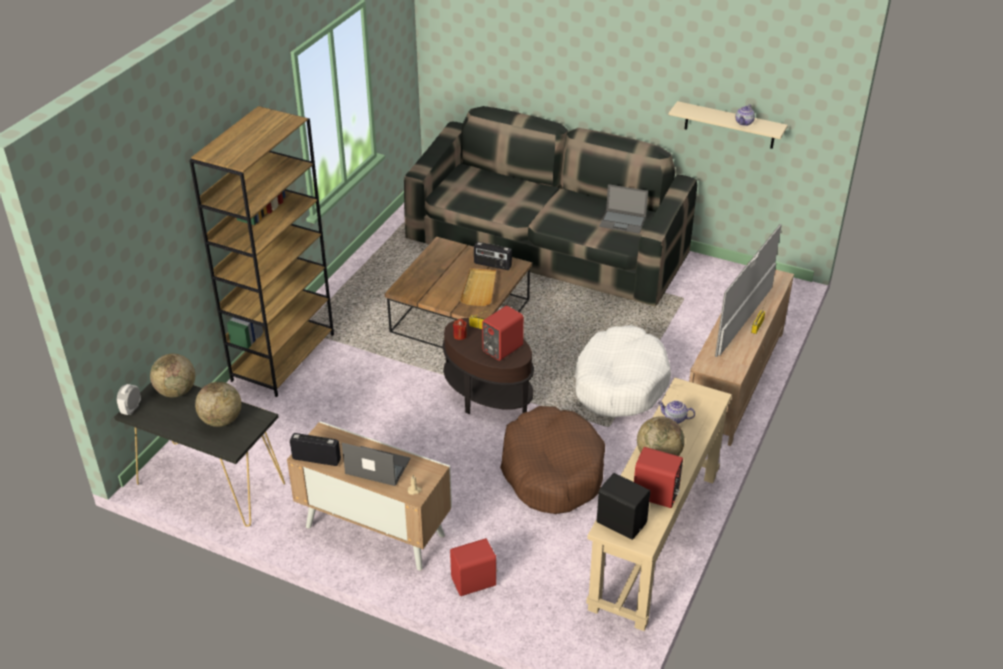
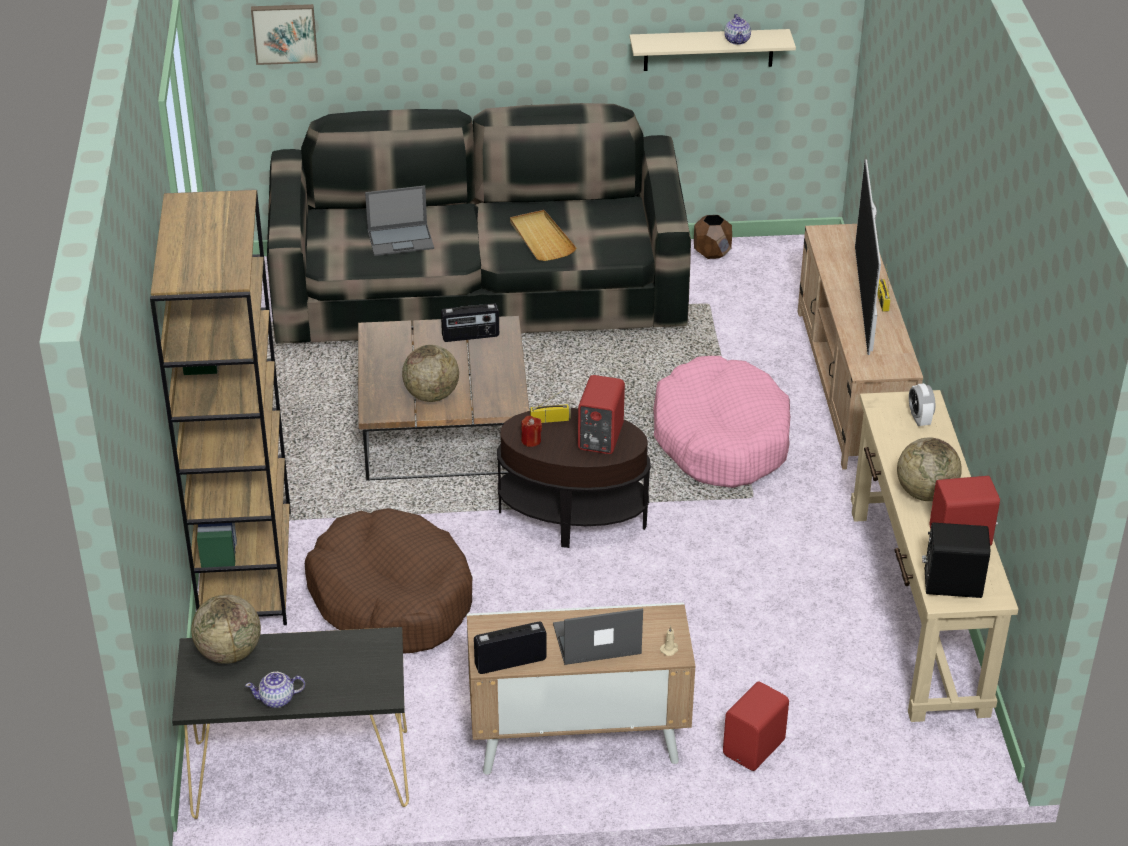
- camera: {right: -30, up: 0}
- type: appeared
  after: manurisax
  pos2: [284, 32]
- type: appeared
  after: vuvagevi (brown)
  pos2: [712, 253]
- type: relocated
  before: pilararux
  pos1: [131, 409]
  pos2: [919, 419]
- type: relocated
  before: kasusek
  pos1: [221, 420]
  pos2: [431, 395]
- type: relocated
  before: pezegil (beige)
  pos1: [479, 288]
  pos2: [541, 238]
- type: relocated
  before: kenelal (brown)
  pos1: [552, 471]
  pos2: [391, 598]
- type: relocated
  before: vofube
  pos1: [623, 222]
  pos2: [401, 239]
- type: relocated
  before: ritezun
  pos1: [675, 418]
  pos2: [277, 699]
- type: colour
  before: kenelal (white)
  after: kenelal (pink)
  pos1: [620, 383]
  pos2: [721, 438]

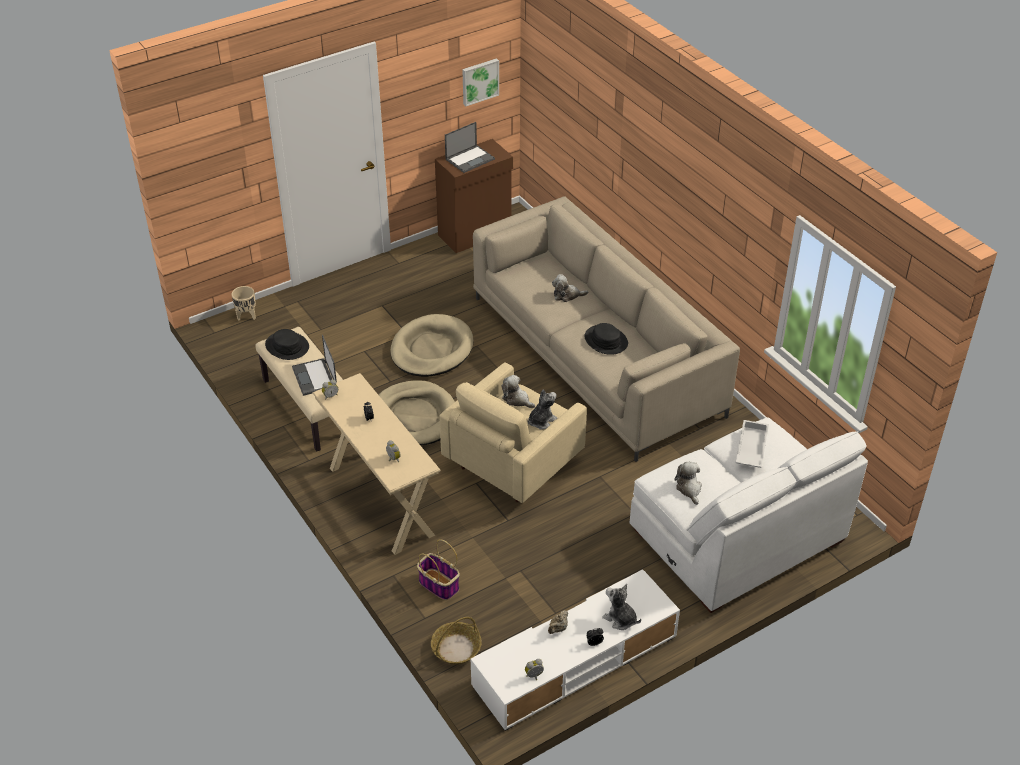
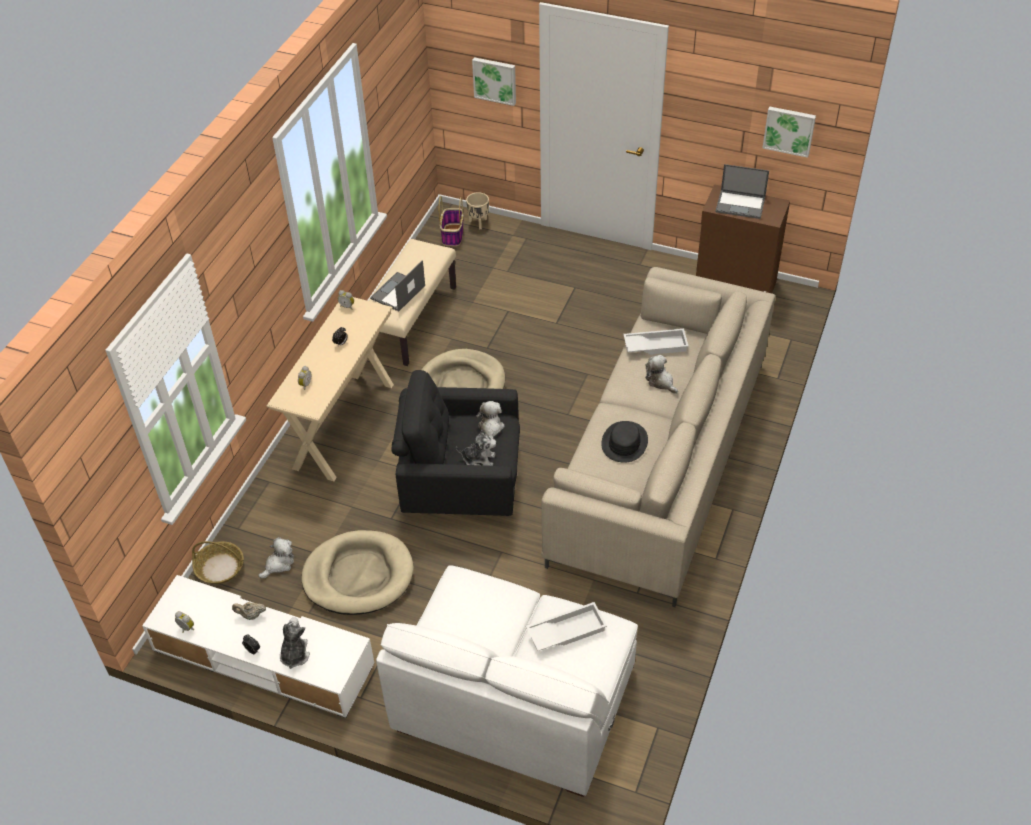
- camera: {right: 55, up: 5}
- type: missing
  before: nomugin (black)
  pos1: [287, 346]
- type: appeared
  after: manurisax
  pos2: [495, 80]
- type: appeared
  after: pezegil (white)
  pos2: [655, 345]
- type: relocated
  before: kenelal (beige)
  pos1: [431, 349]
  pos2: [358, 575]
- type: relocated
  before: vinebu
  pos1: [438, 585]
  pos2: [452, 235]
- type: relocated
  before: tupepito
  pos1: [689, 489]
  pos2: [279, 564]
- type: colour
  before: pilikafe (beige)
  after: pilikafe (black)
  pos1: [511, 464]
  pos2: [461, 482]

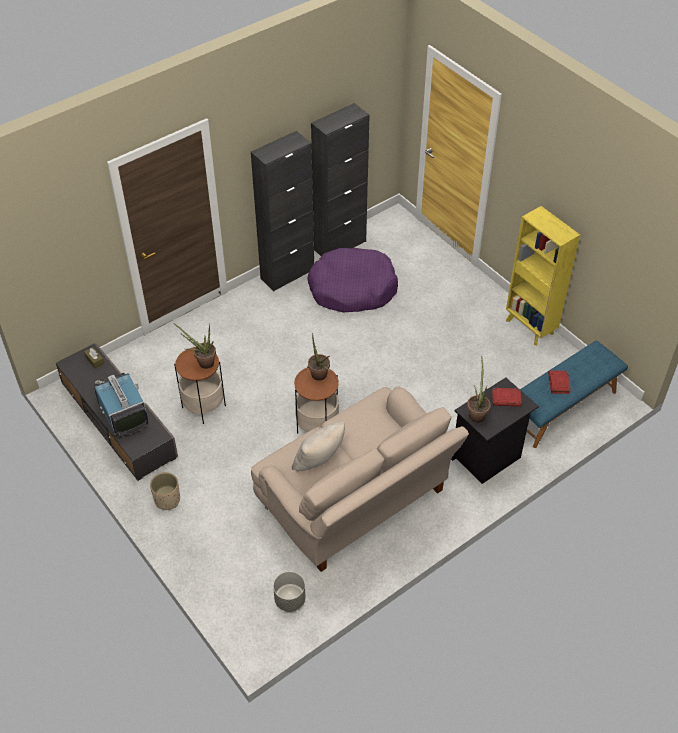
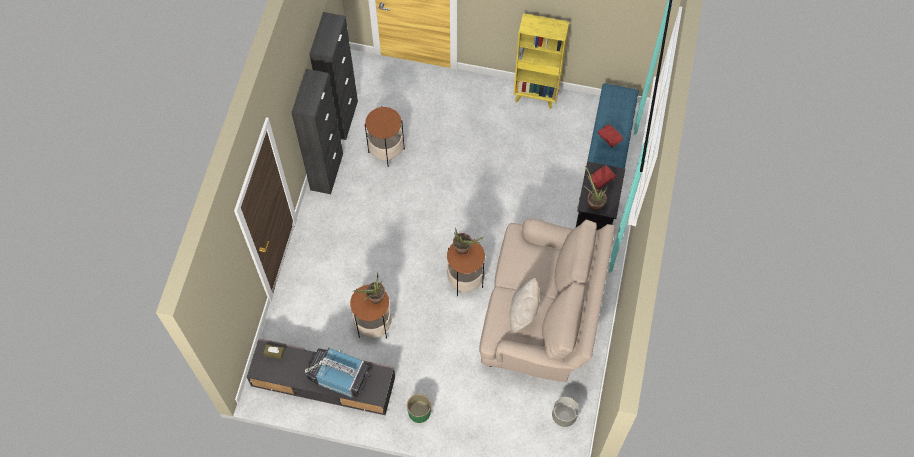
- camera: {right: -40, up: 15}
- type: exchanged
  before: kenelal (purple)
  after: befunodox
  pos1: [352, 289]
  pos2: [386, 150]
- type: colour
  before: vuvagevi (beige)
  after: vuvagevi (green)
  pos1: [167, 500]
  pos2: [419, 412]

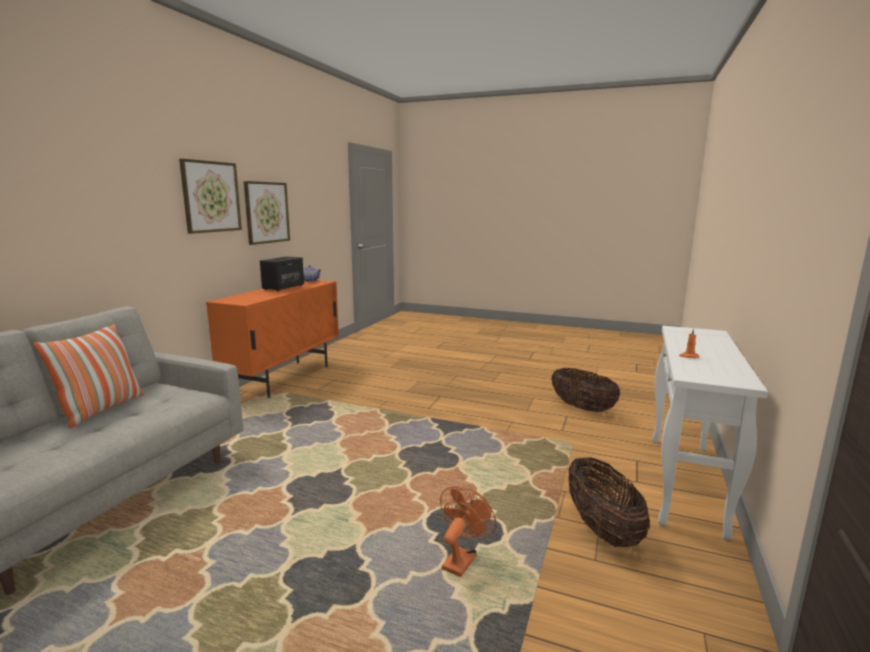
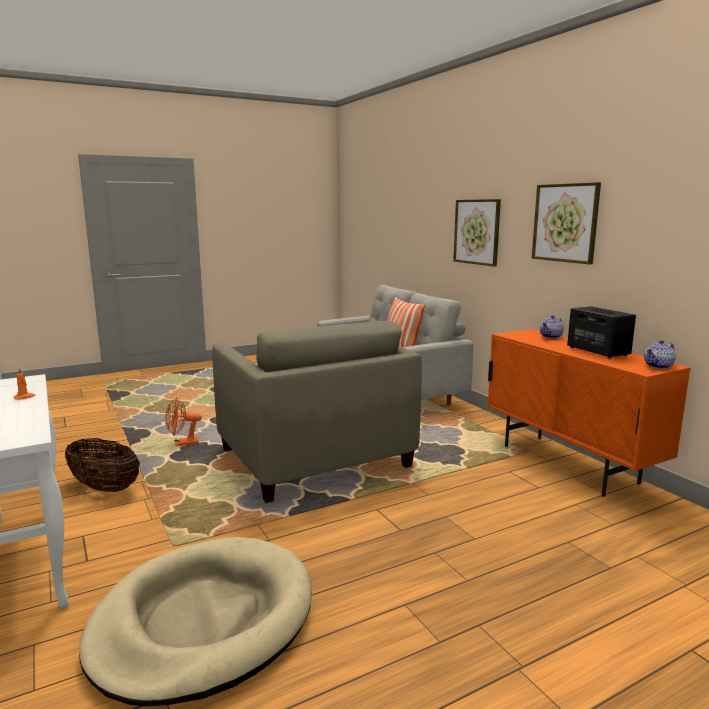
- camera: {right: 130, up: 0}
- type: appeared
  after: pilikafe (beige)
  pos2: [313, 458]
- type: appeared
  after: ritezun
  pos2: [551, 337]
- type: relocated
  before: manurisax
  pos1: [267, 212]
  pos2: [477, 232]
- type: exchanged
  before: vinebu
  after: kenelal (beige)
  pos1: [582, 408]
  pos2: [203, 621]
- type: spun
  before: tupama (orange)
  pos1: [462, 559]
  pos2: [182, 444]
  turn: 90

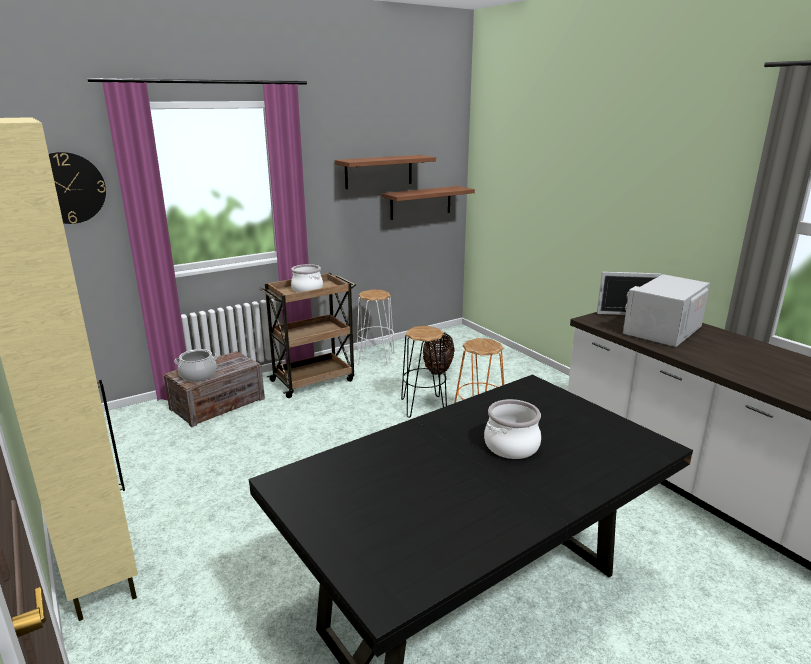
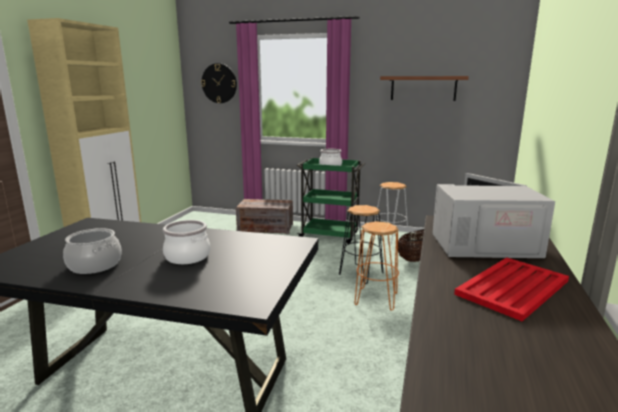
- camera: {right: 50, up: -5}
- type: missing
  before: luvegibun
  pos1: [420, 202]
- type: appeared
  after: pezegil (red)
  pos2: [512, 288]
- type: relocated
  before: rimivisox
  pos1: [198, 375]
  pos2: [95, 265]
- type: colour
  before: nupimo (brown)
  after: nupimo (green)
  pos1: [314, 380]
  pos2: [330, 235]

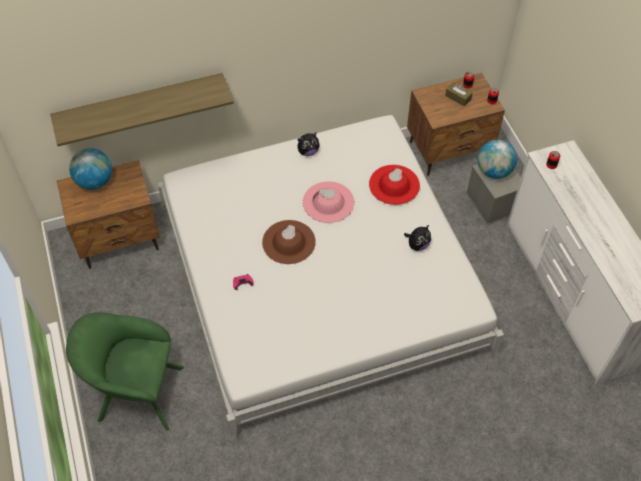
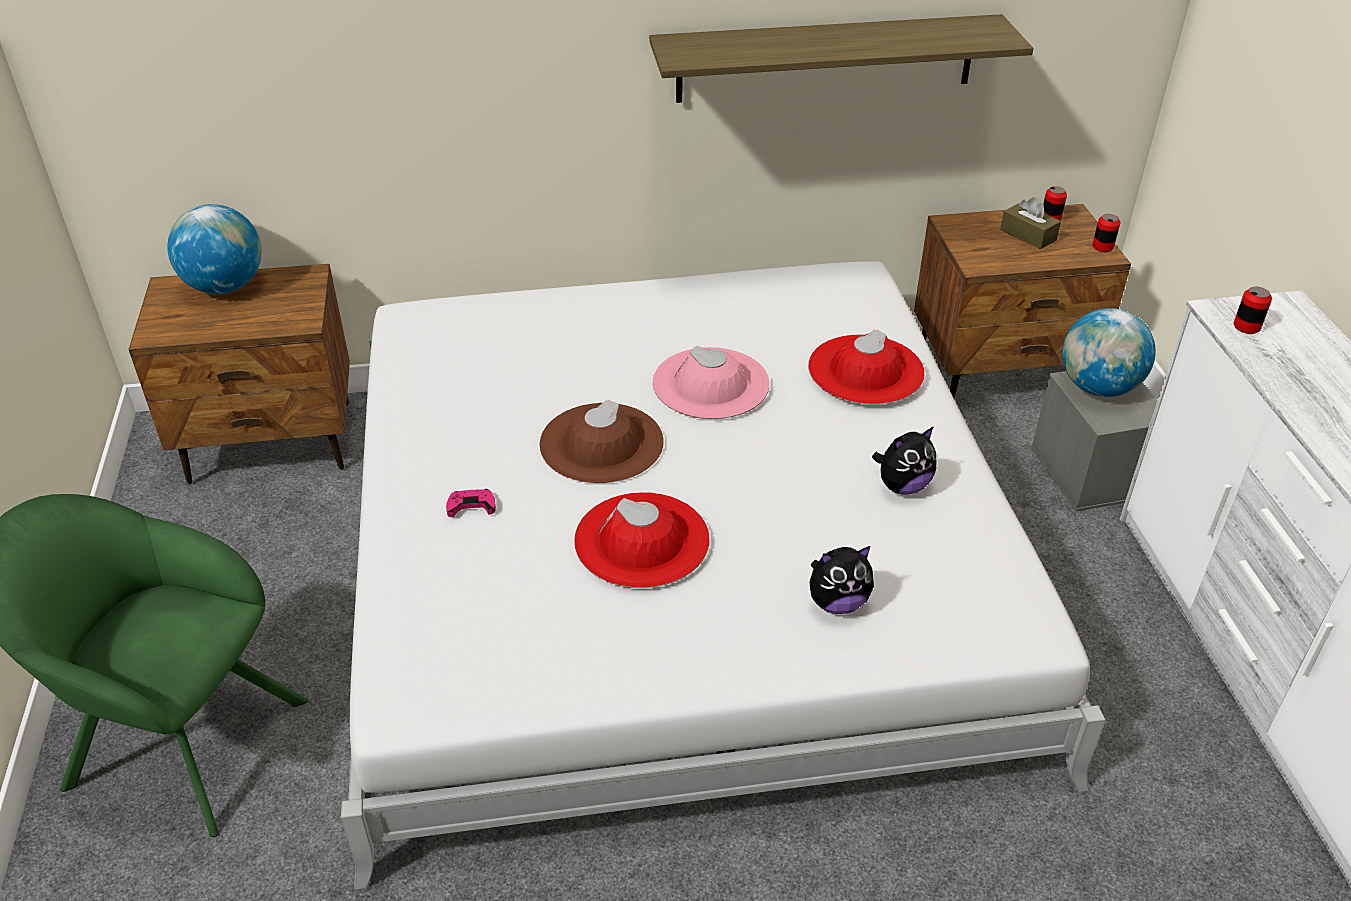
- camera: {right: 10, up: -15}
- type: appeared
  after: nomugin (red)
  pos2: [642, 540]
- type: relocated
  before: luvegibun
  pos1: [140, 104]
  pos2: [826, 58]
- type: relocated
  before: tupepito
  pos1: [308, 152]
  pos2: [837, 602]

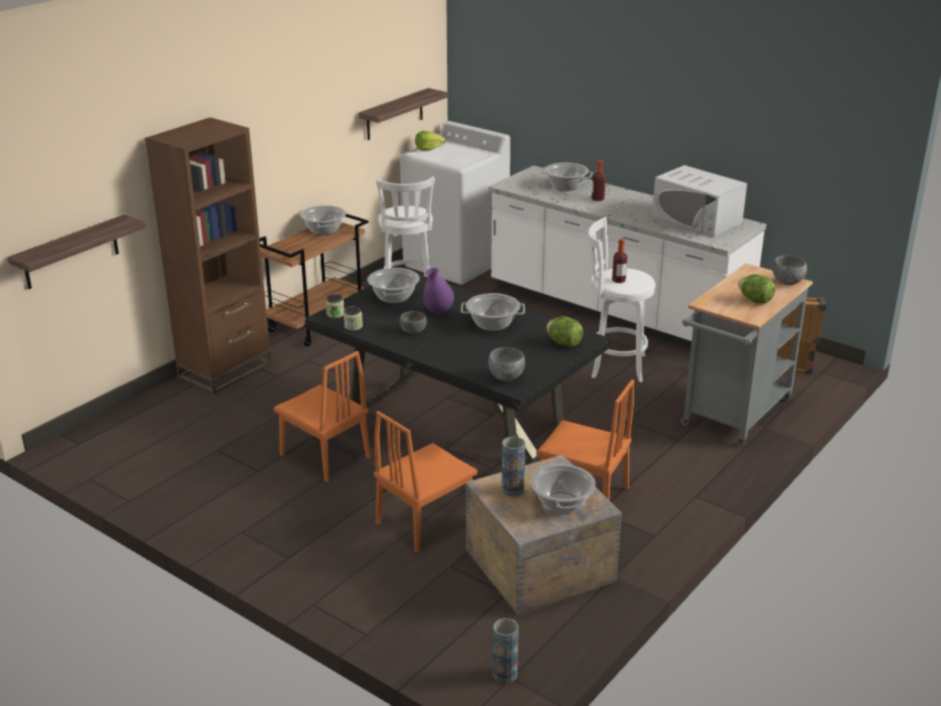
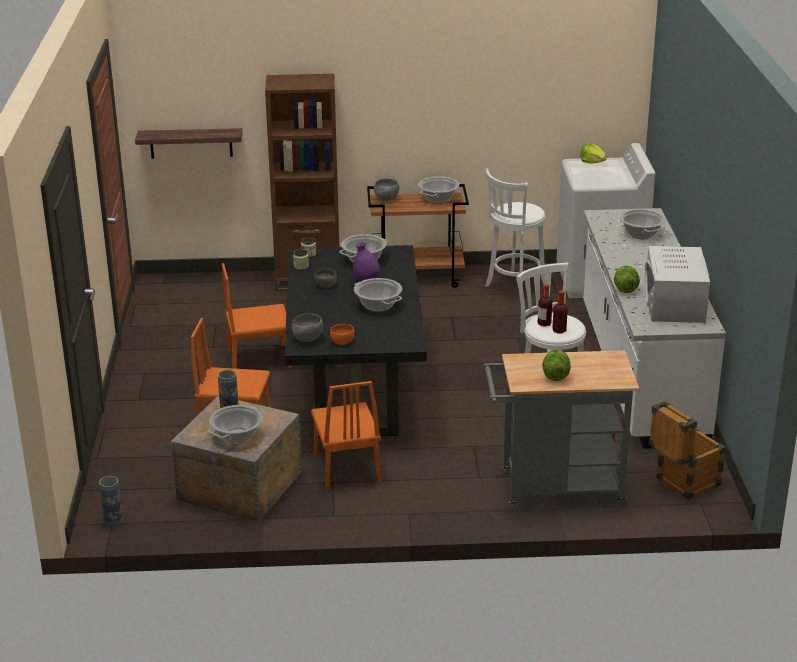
- camera: {right: 50, up: 0}
- type: missing
  before: luvegibun
  pos1: [394, 114]
- type: appeared
  after: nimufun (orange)
  pos2: [342, 342]
- type: relocated
  before: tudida
  pos1: [564, 343]
  pos2: [625, 289]
- type: relocated
  before: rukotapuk
  pos1: [597, 199]
  pos2: [559, 330]
- type: relocated
  before: nimufun (grey)
  pos1: [787, 282]
  pos2: [386, 199]
- type: spun
  before: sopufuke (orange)
  pos1: [325, 456]
  pos2: [259, 359]
  turn: 75

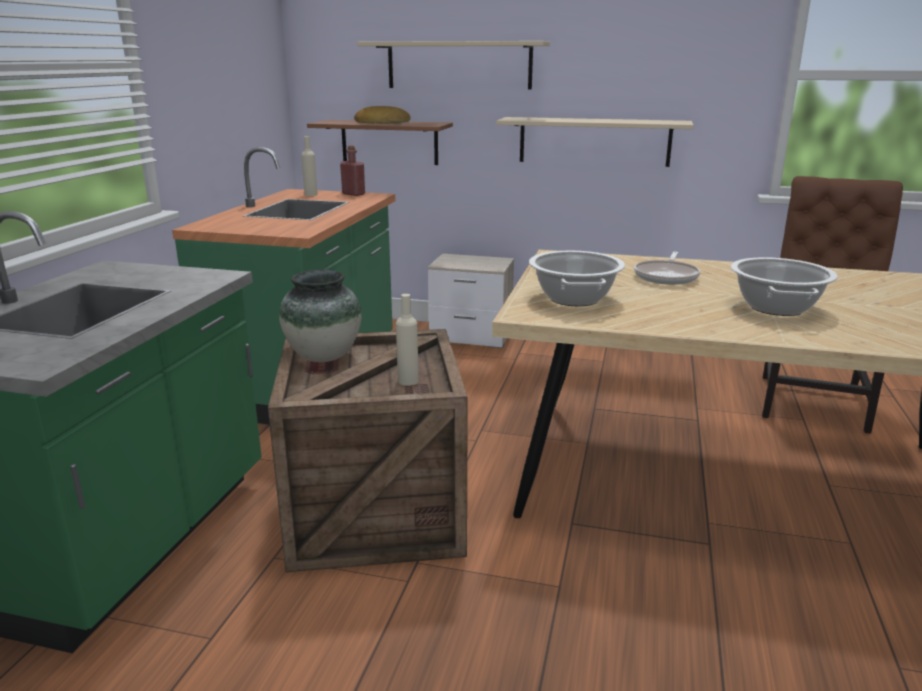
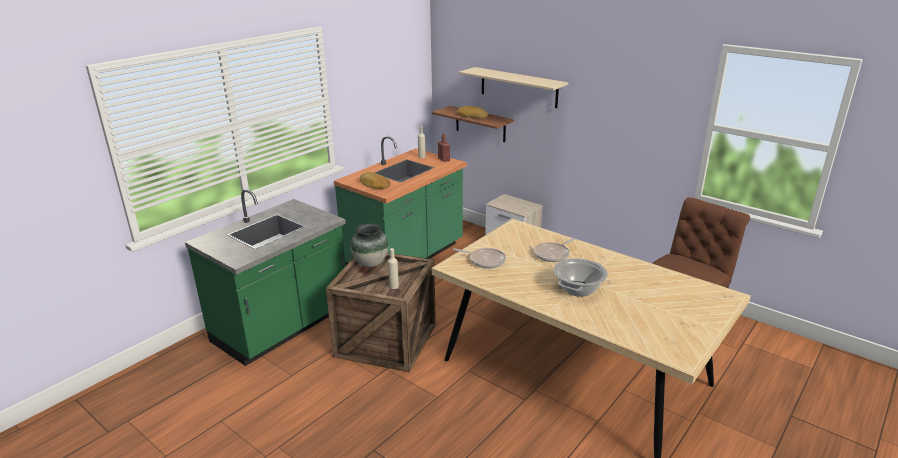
- camera: {right: 25, up: 5}
- type: missing
  before: luvegibun (beige)
  pos1: [594, 141]
- type: appeared
  after: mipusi
  pos2: [374, 184]
- type: exchanged
  before: rimivisox
  after: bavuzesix
  pos1: [574, 298]
  pos2: [485, 260]

